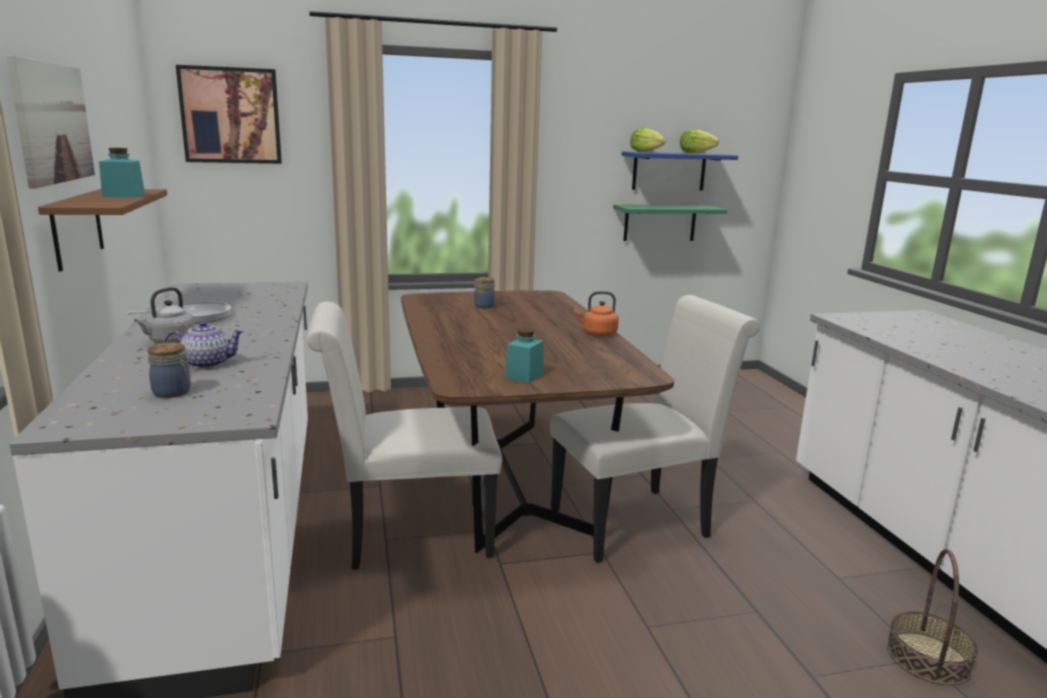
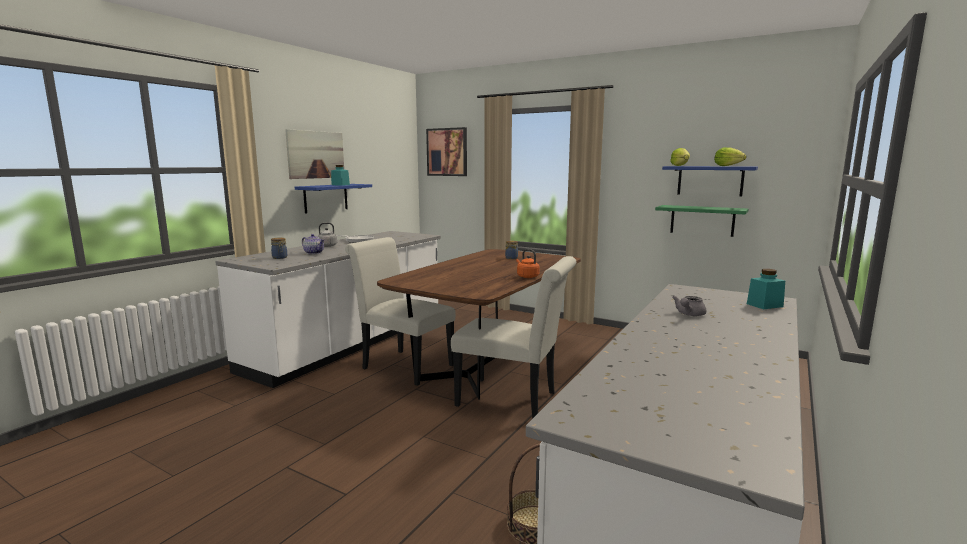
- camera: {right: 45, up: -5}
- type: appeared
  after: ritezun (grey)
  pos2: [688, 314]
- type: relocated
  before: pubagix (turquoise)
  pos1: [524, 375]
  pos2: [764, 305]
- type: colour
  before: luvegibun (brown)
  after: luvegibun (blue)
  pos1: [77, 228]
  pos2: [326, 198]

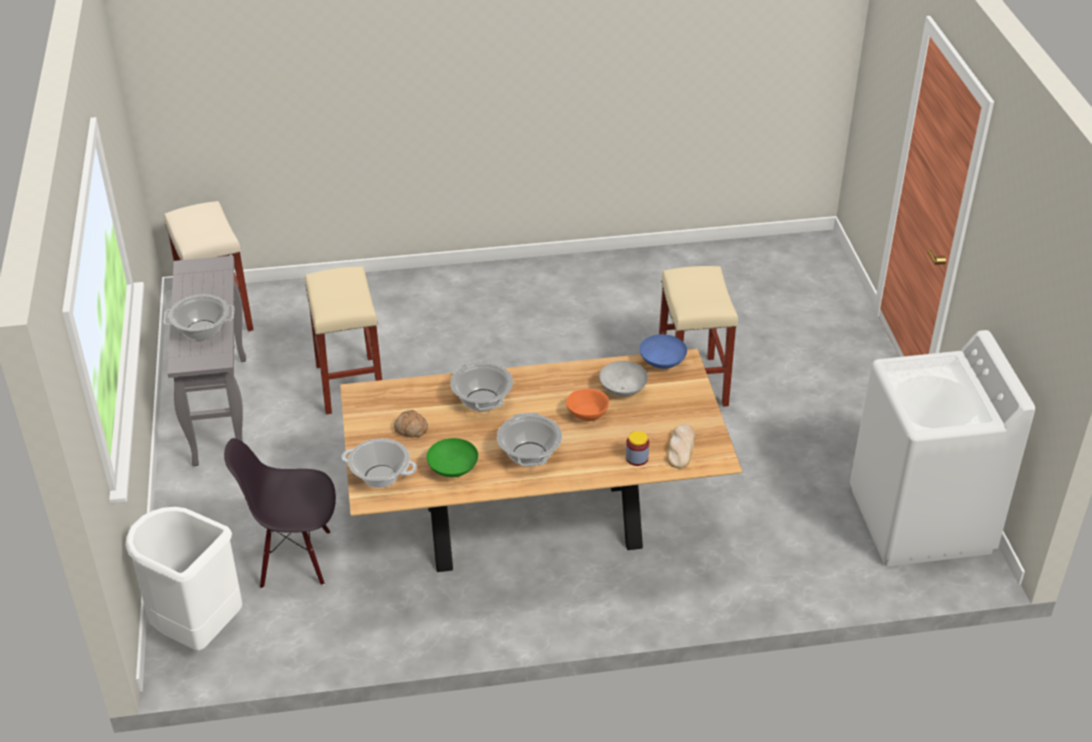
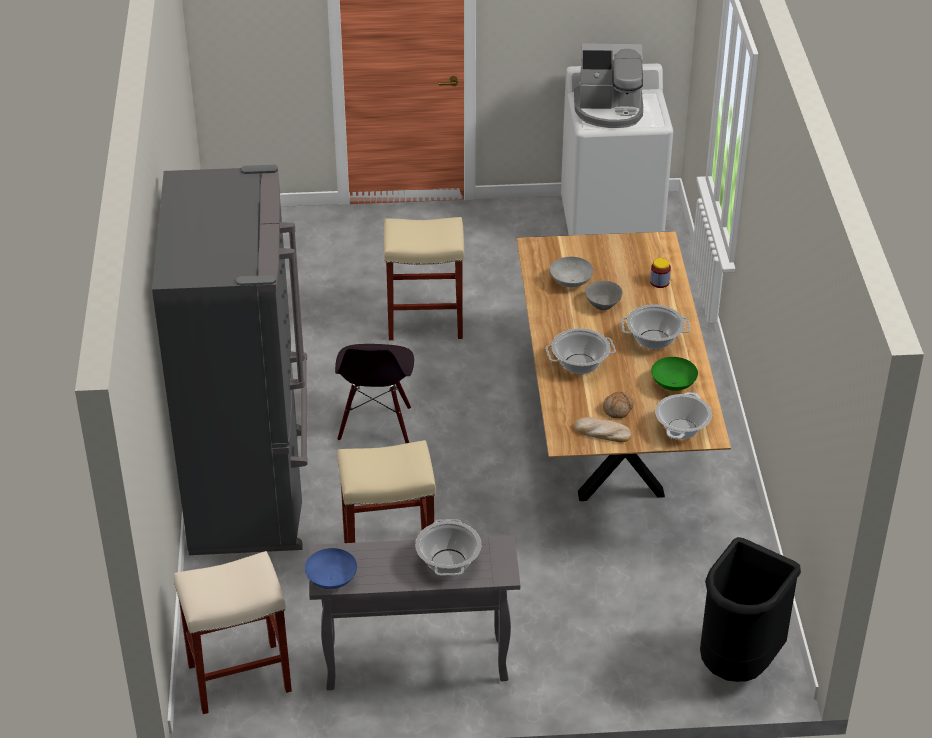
- camera: {right: -85, up: 0}
- type: appeared
  after: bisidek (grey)
  pos2: [251, 490]
- type: appeared
  after: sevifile
  pos2: [609, 110]
- type: relocated
  before: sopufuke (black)
  pos1: [295, 558]
  pos2: [376, 424]
- type: relocated
  before: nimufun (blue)
  pos1: [662, 362]
  pos2: [331, 580]
- type: relocated
  before: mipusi
  pos1: [681, 448]
  pos2: [602, 432]
- type: colour
  before: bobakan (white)
  after: bobakan (black)
  pos1: [196, 630]
  pos2: [738, 663]
- type: colour
  before: nimufun (orange)
  after: nimufun (grey)
  pos1: [587, 414]
  pos2: [602, 304]

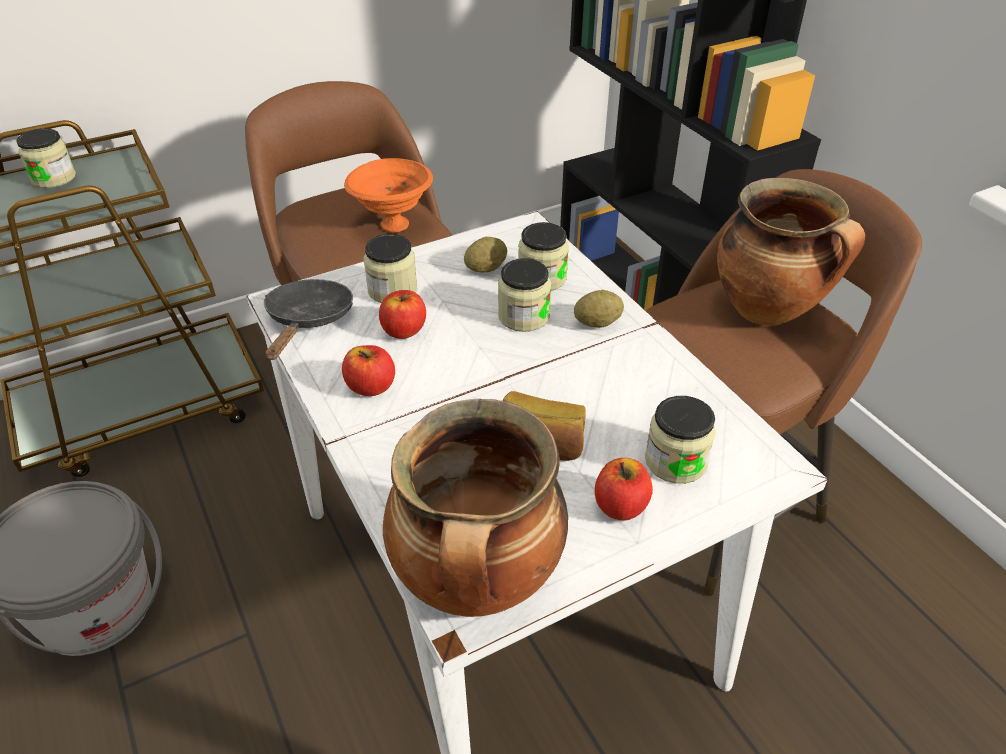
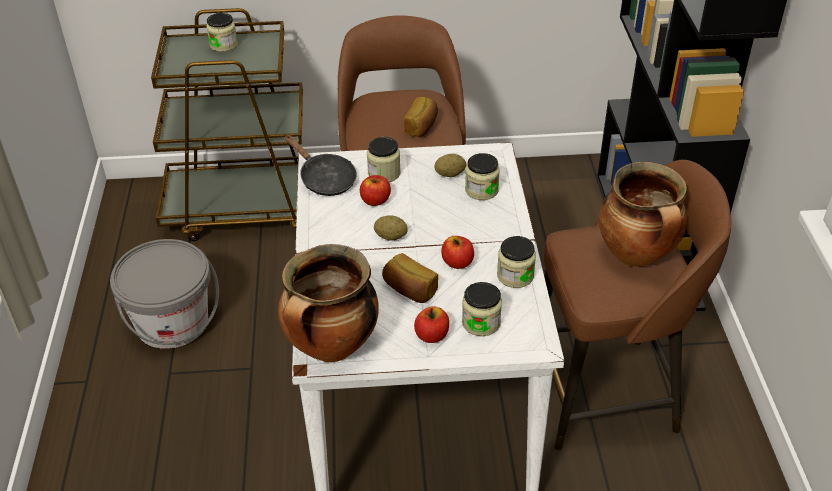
- camera: {right: 25, up: 0}
- type: relocated
  before: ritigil
  pos1: [371, 387]
  pos2: [457, 262]
- type: relocated
  before: pubagix
  pos1: [523, 316]
  pos2: [515, 276]
- type: relocated
  before: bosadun
  pos1: [597, 323]
  pos2: [391, 237]
- type: exchanged
  before: nimufun (orange)
  after: mipusi
  pos1: [392, 225]
  pos2: [422, 126]
- type: spun
  before: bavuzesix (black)
  pos1: [308, 320]
  pos2: [324, 179]
  turn: 105

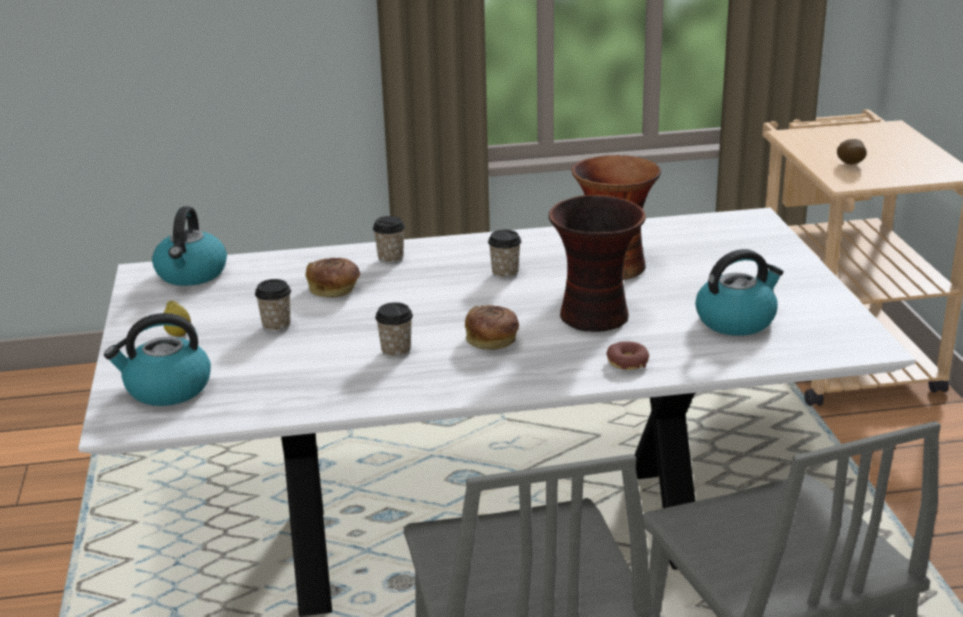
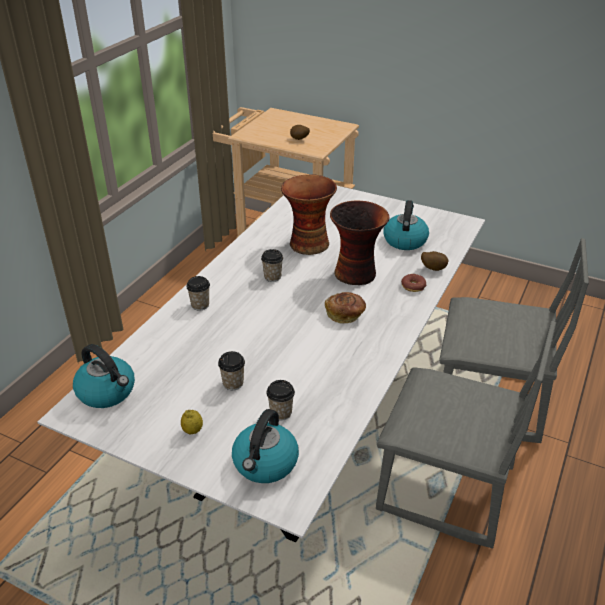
- camera: {right: -55, up: 10}
- type: missing
  before: mipusi
  pos1: [334, 290]
- type: appeared
  after: bosadun
  pos2: [433, 268]
- type: relocated
  before: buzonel
  pos1: [396, 351]
  pos2: [281, 413]

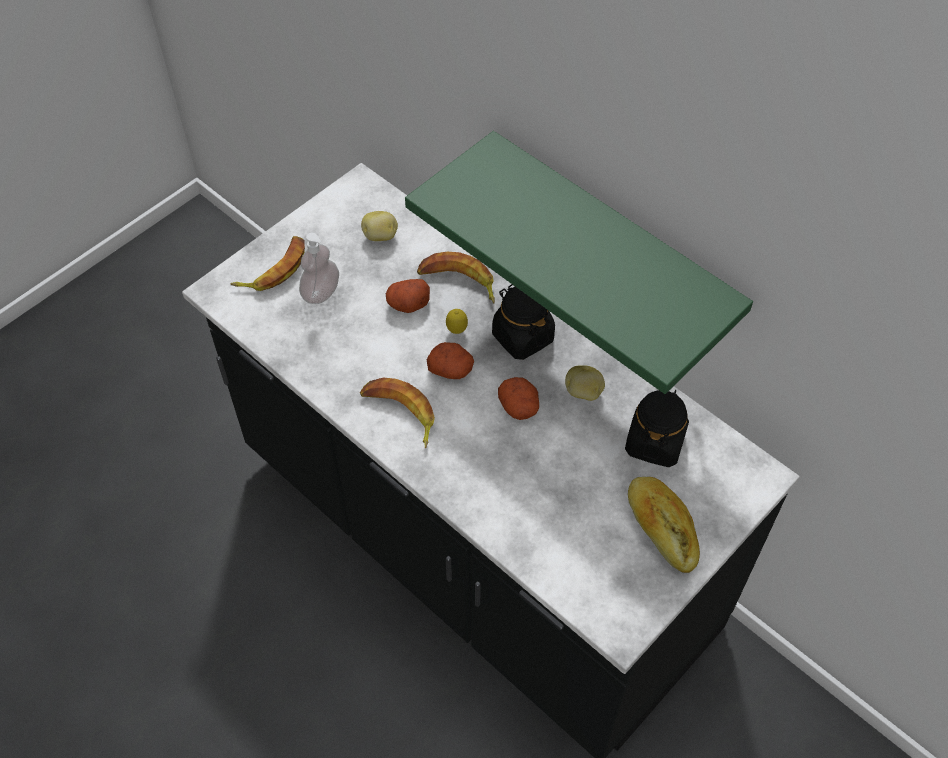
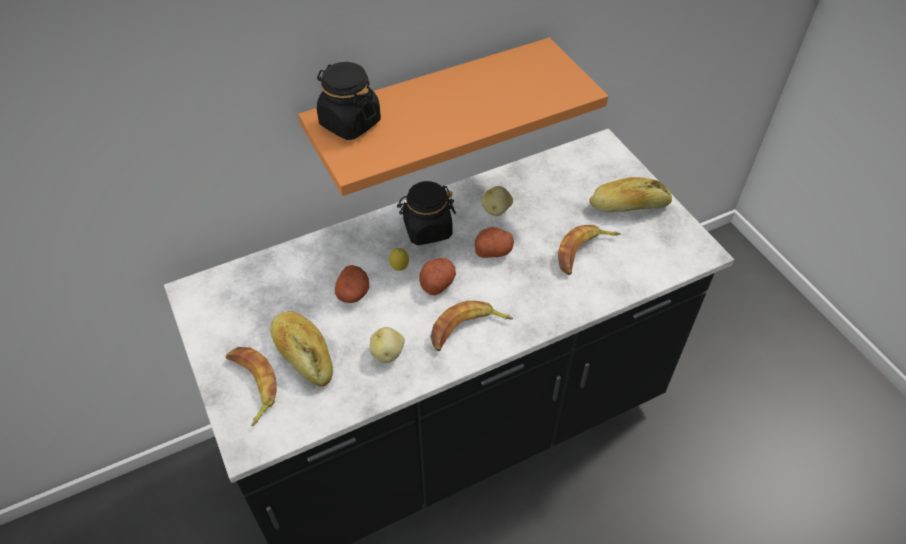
- camera: {right: -70, up: -5}
- type: relocated
  before: bosadun
  pos1: [381, 236]
  pos2: [388, 353]
- type: relocated
  before: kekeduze
  pos1: [458, 282]
  pos2: [584, 252]
- type: relocated
  before: pubagix (black)
  pos1: [654, 442]
  pos2: [349, 123]
- type: exchanged
  before: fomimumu
  after: mipusi
  pos1: [321, 292]
  pos2: [303, 354]
- type: colour
  before: luvegibun (green)
  after: luvegibun (orange)
  pos1: [611, 245]
  pos2: [431, 108]

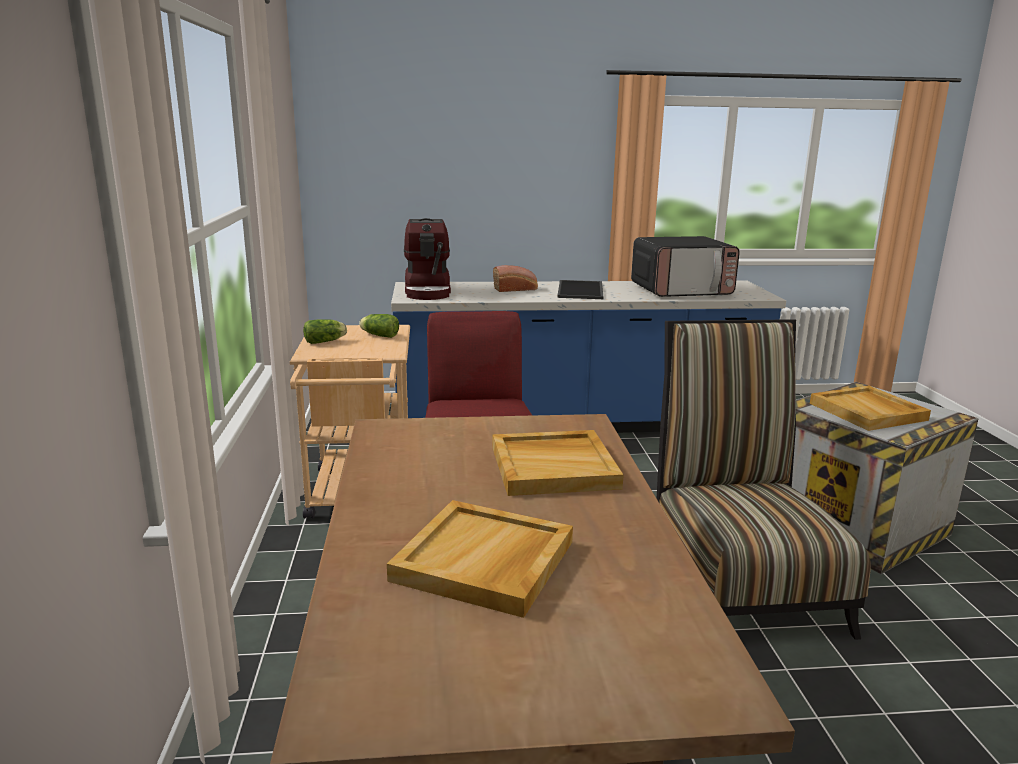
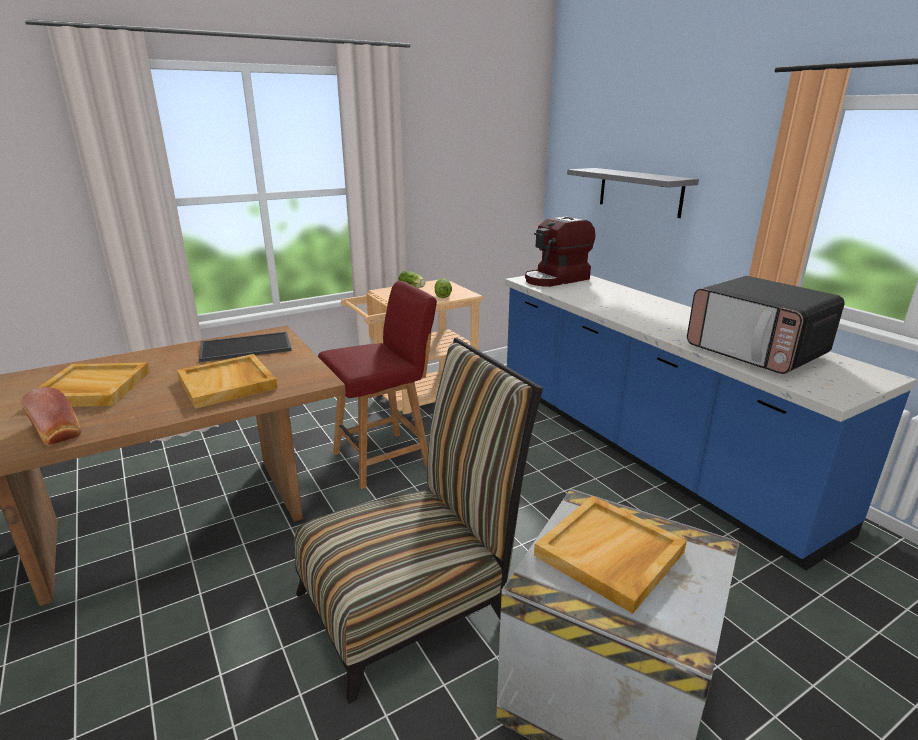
- camera: {right: 65, up: 5}
- type: appeared
  after: luvegibun (grey)
  pos2: [640, 191]
- type: relocated
  before: mipusi
  pos1: [516, 289]
  pos2: [56, 431]
- type: relocated
  before: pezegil
  pos1: [581, 290]
  pos2: [244, 348]

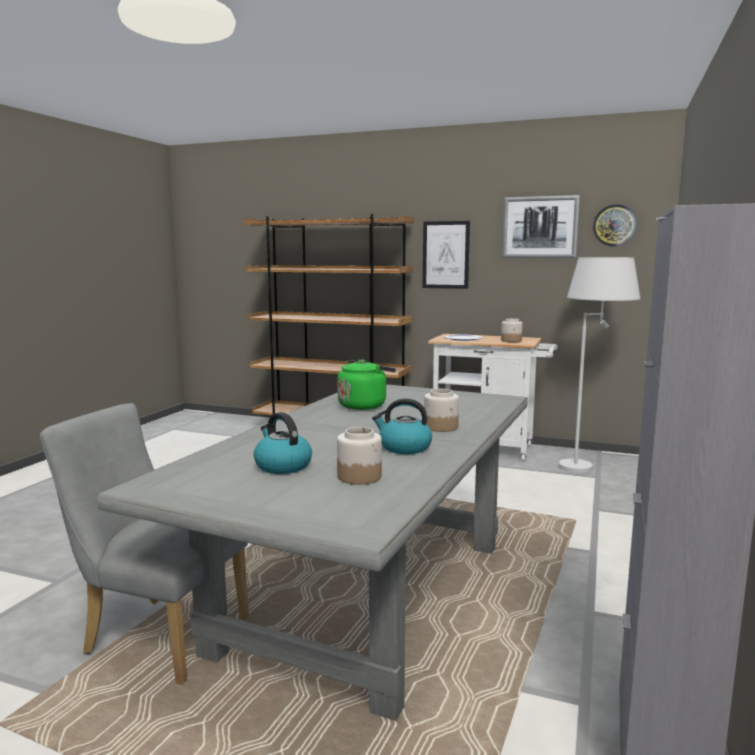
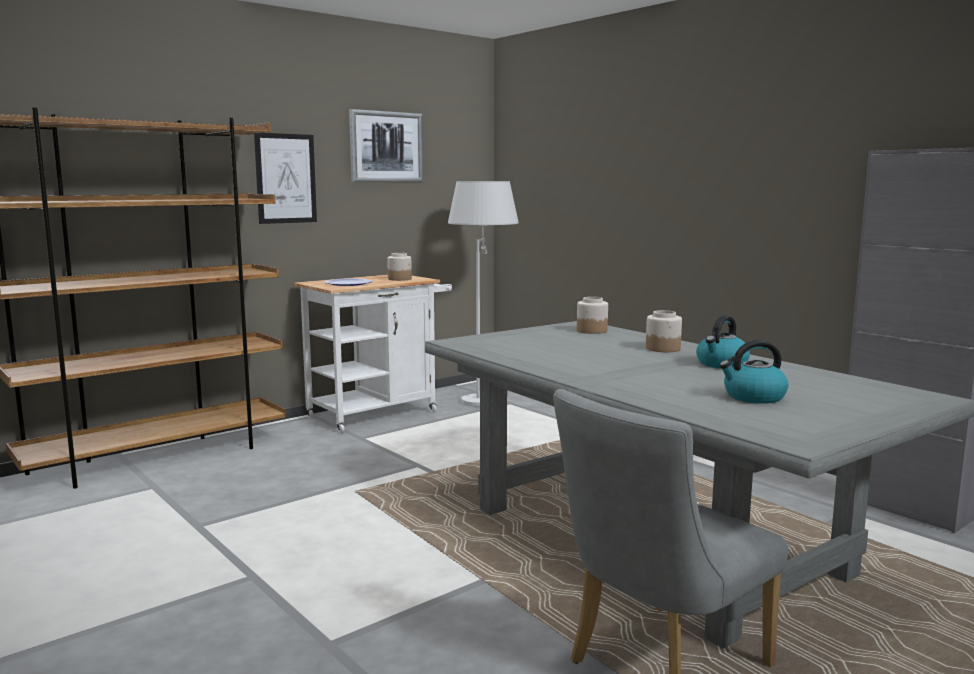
- camera: {right: -60, up: 0}
- type: missing
  before: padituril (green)
  pos1: [364, 405]
- type: missing
  before: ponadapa
  pos1: [614, 225]
- type: relocated
  before: pubagix
  pos1: [359, 476]
  pos2: [591, 331]

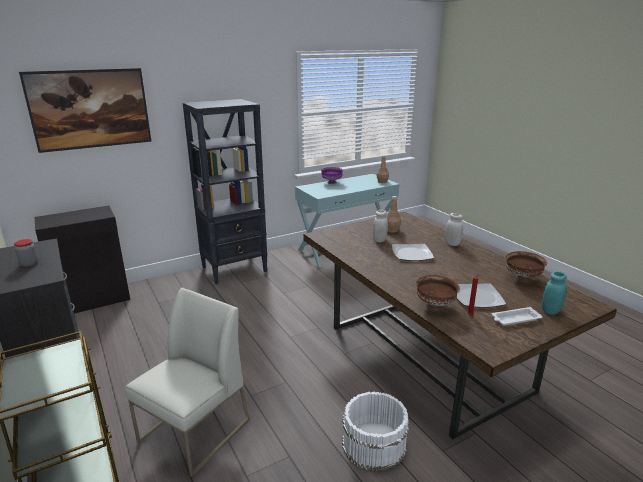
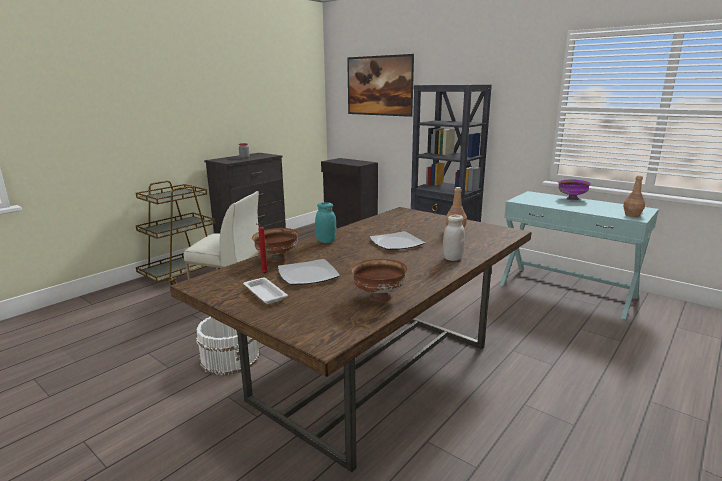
- camera: {right: 70, up: -5}
- type: missing
  before: pubagix (white)
  pos1: [379, 240]
- type: relocated
  before: pubagix (turquoise)
  pos1: [550, 311]
  pos2: [326, 241]

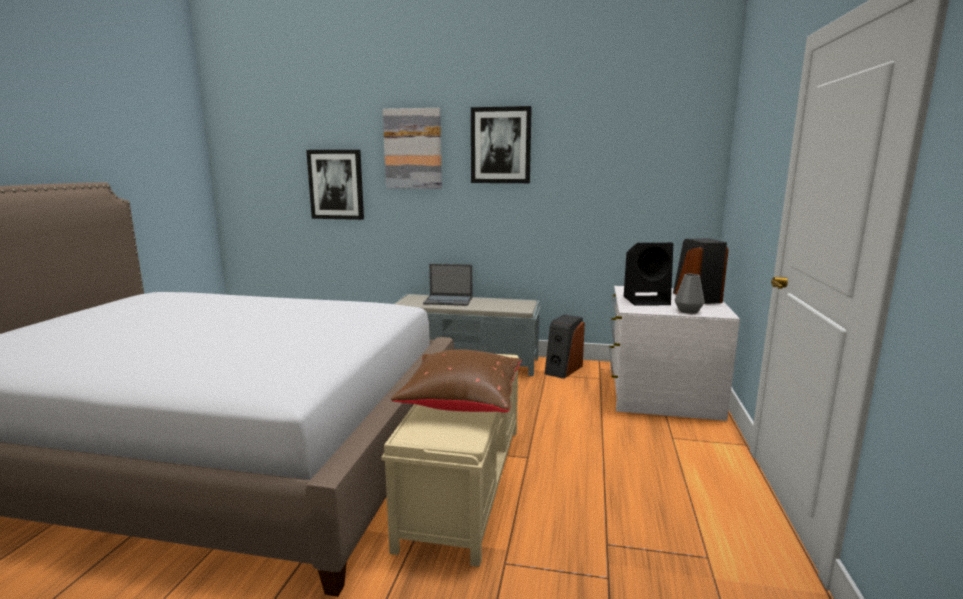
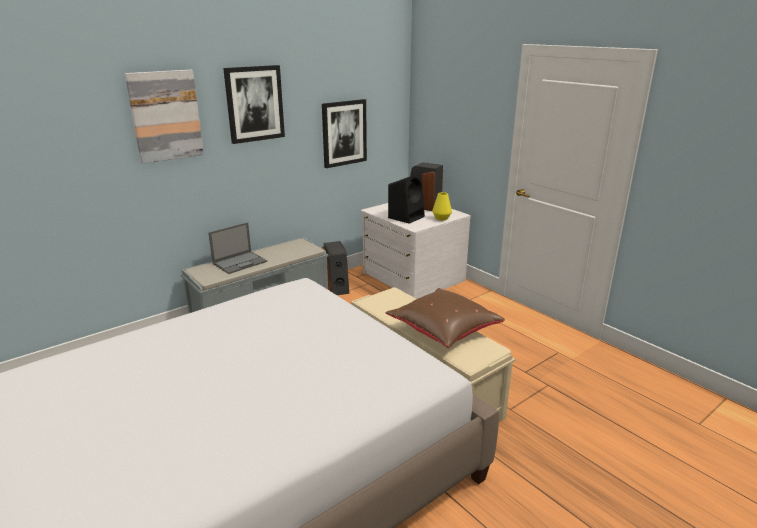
- camera: {right: -50, up: 10}
- type: relocated
  before: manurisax
  pos1: [336, 184]
  pos2: [344, 133]
- type: colour
  before: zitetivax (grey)
  after: zitetivax (yellow)
  pos1: [688, 311]
  pos2: [441, 218]

